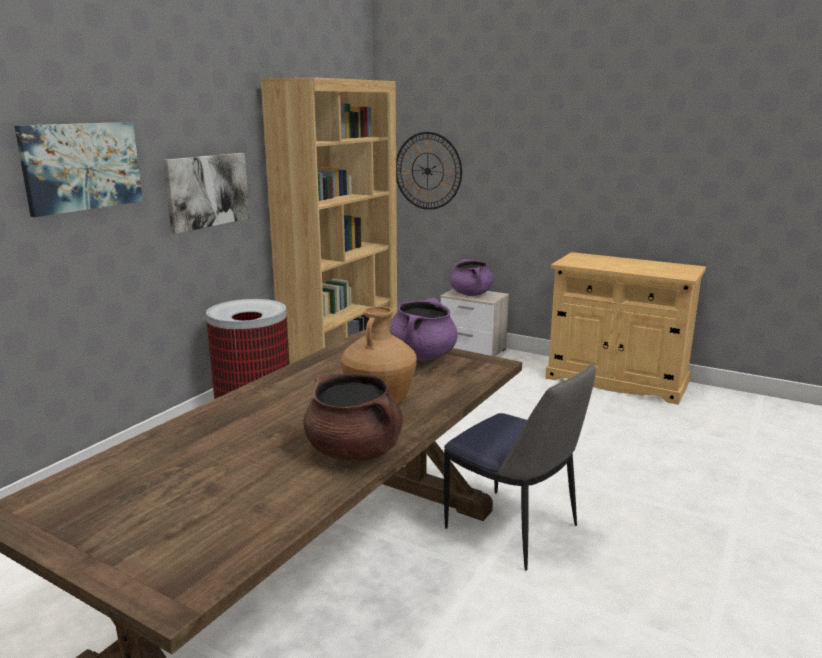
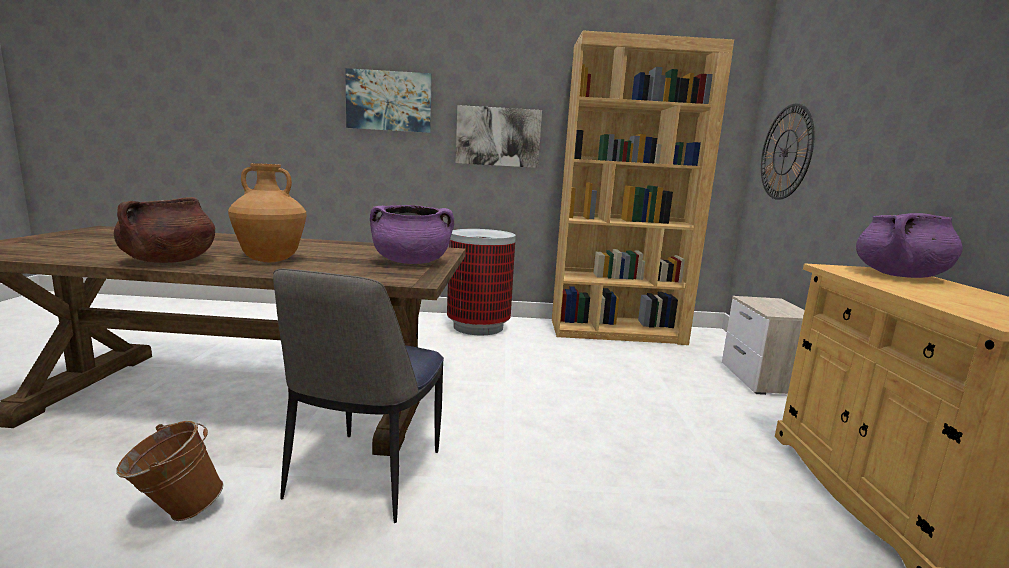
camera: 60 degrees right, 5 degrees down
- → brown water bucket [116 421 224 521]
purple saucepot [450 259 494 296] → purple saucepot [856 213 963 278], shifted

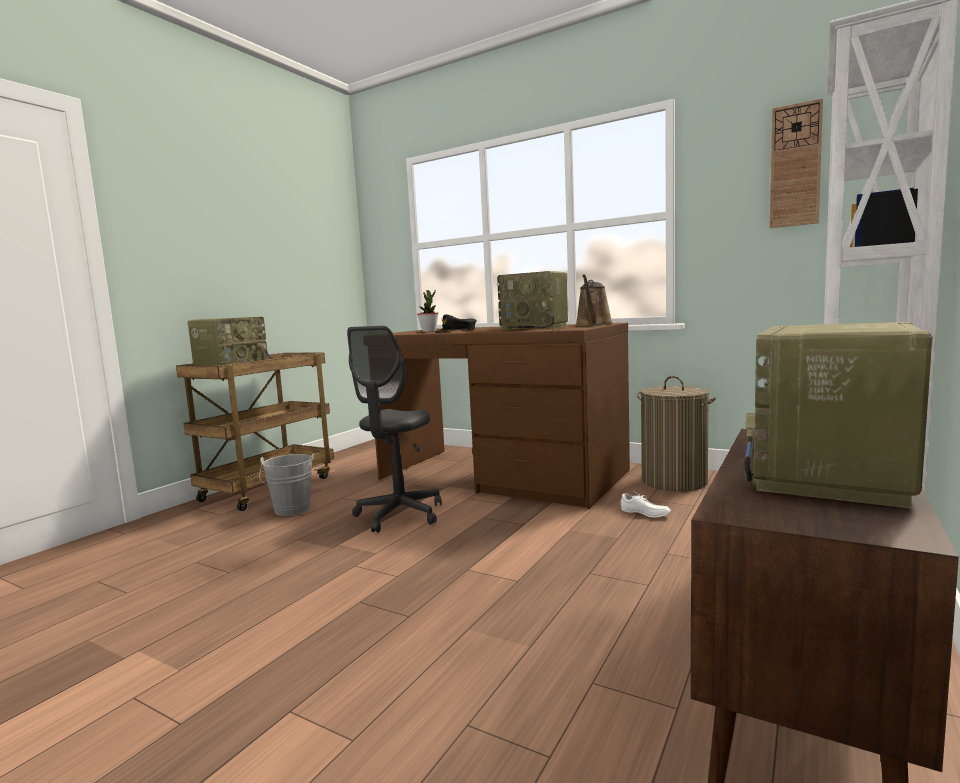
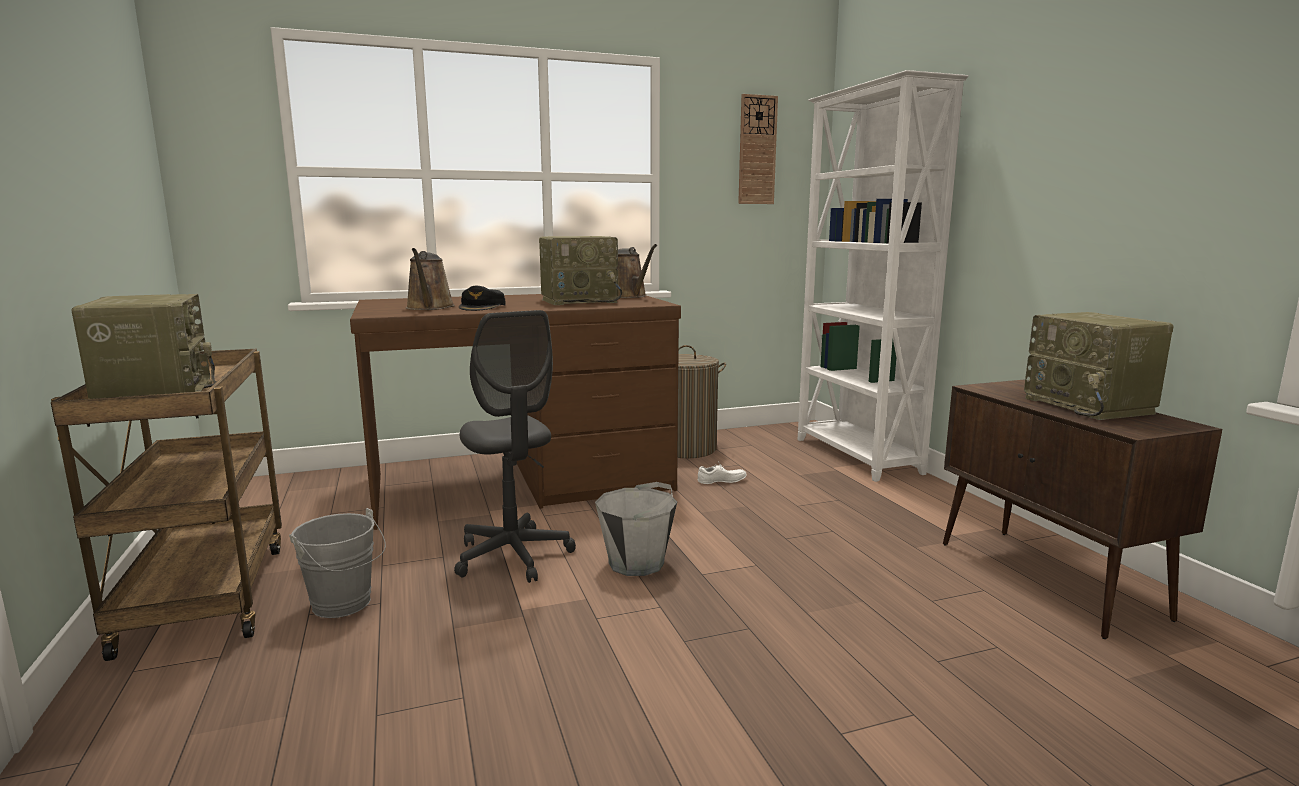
camera: 50 degrees left, 5 degrees up
- → greyish water bucket [595 482 677 576]
houseplant [417 290 438 332] → brown watering can [406 248 455 310]

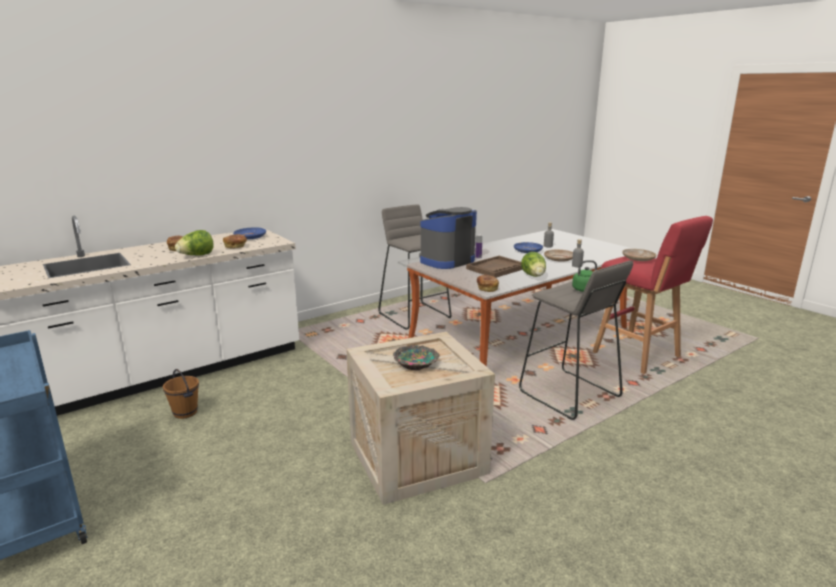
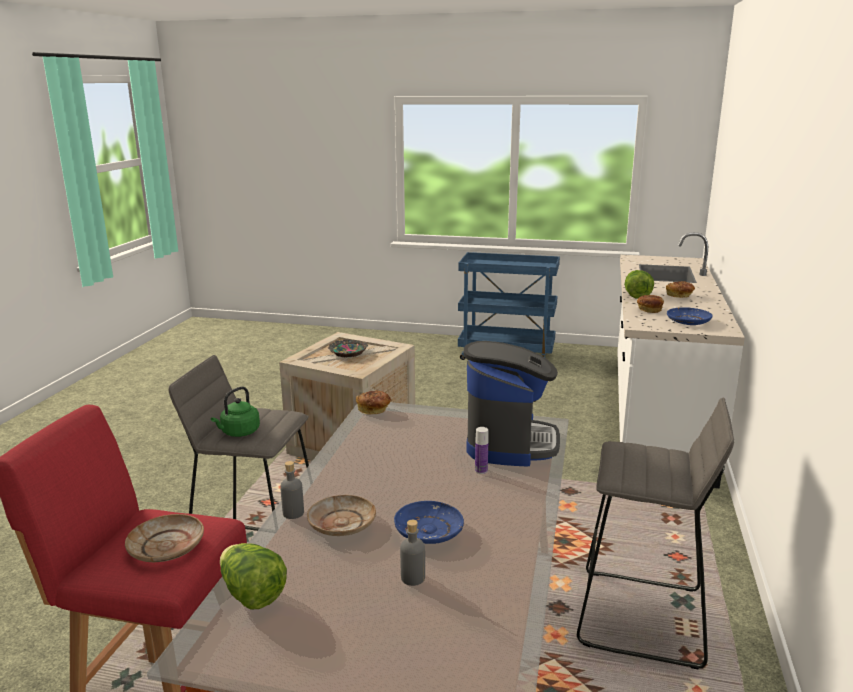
camera: 140 degrees right, 0 degrees up
brown water bucket [163 369 199 419] → -
brown tray [466 256 523 278] → -
head of lettuce [521 252 546 277] → head of lettuce [220 543 287 610], shifted

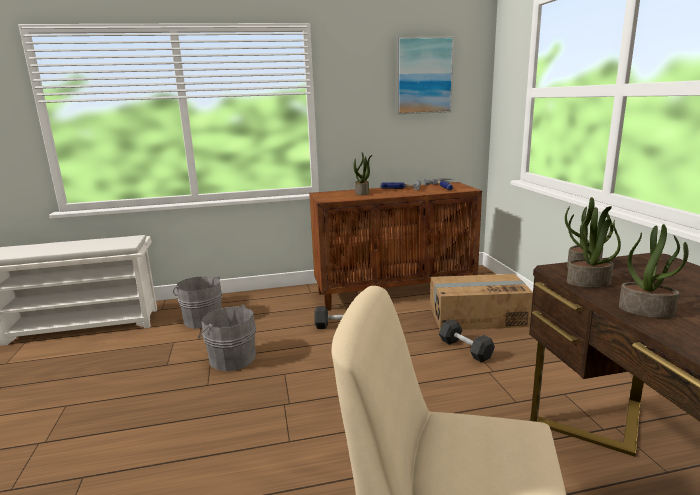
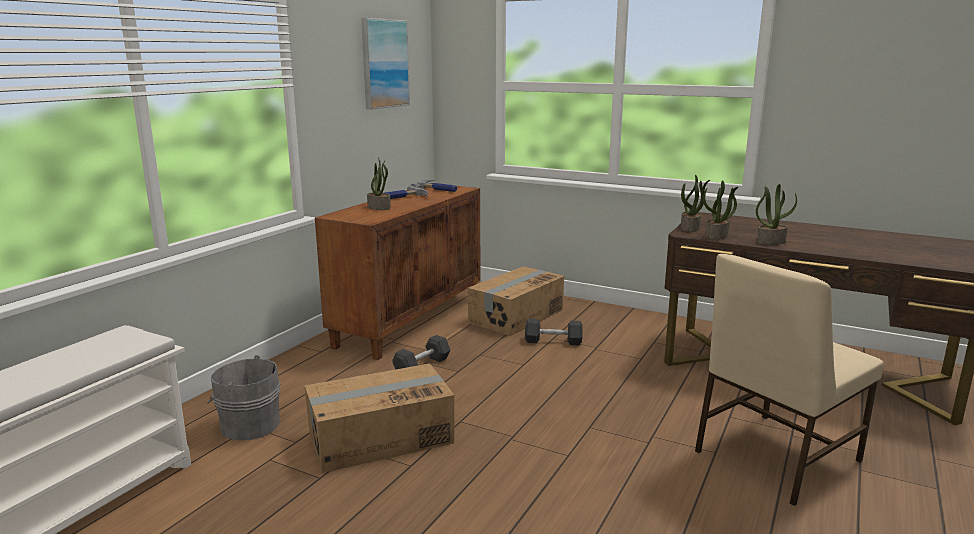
camera: 50 degrees left, 0 degrees up
greyish water bucket [198 304 256 371] → carton [305 364 454 473]

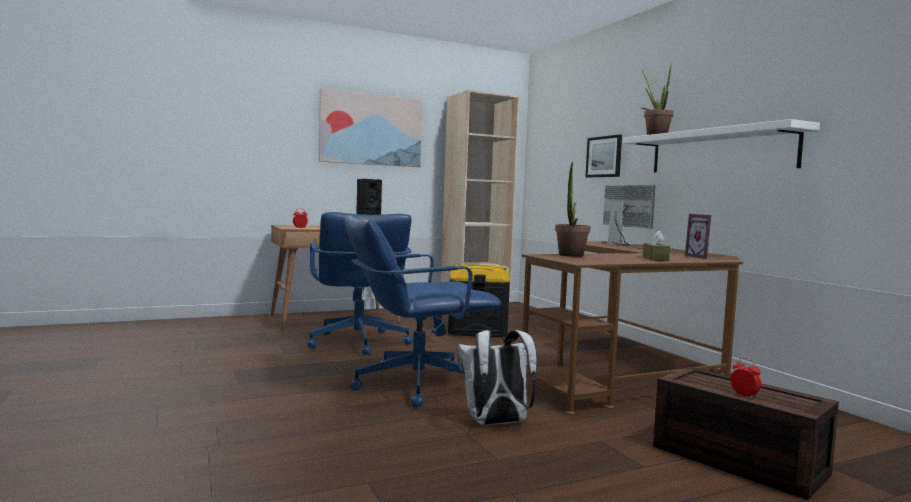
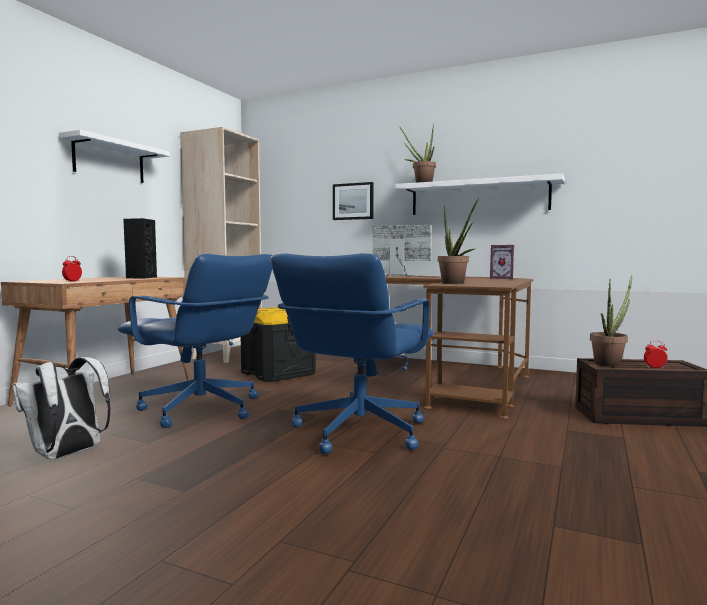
camera: 40 degrees left, 0 degrees up
brown tissue box [642 230 670 261] → -
- → houseplant [590 275 632 366]
white backpack [457 330 537 425] → white backpack [12 357 111 460], shifted
wall picture [319 88 422 167] → white shelf [59 130 170 183]

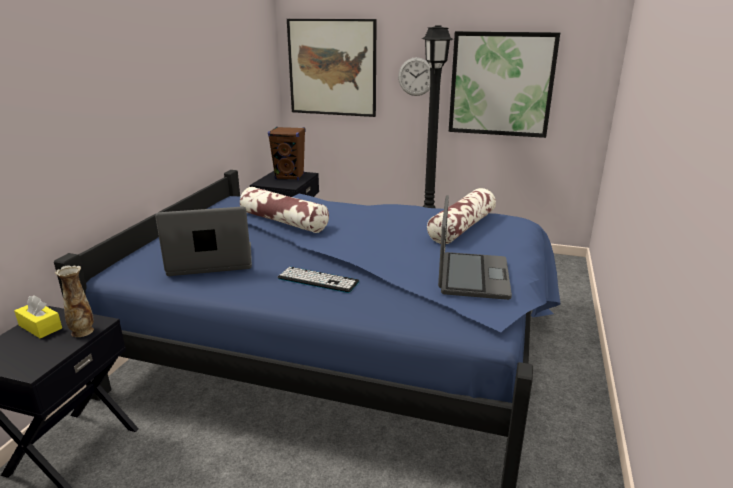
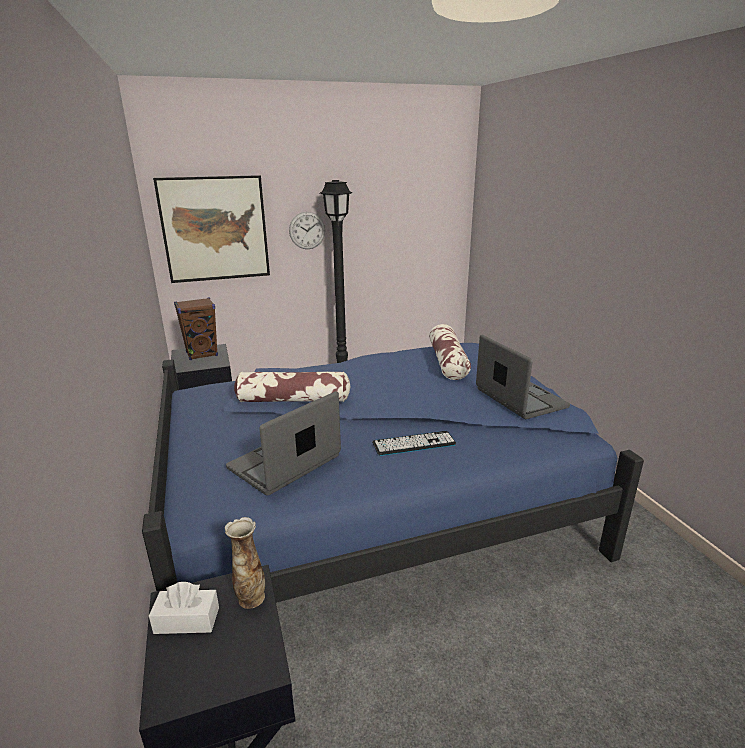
camera: 35 degrees left, 0 degrees up
wall picture [449 31 560 138] → -
yellowish tissue box [14 295 62 338] → white tissue box [149 582 219 634]

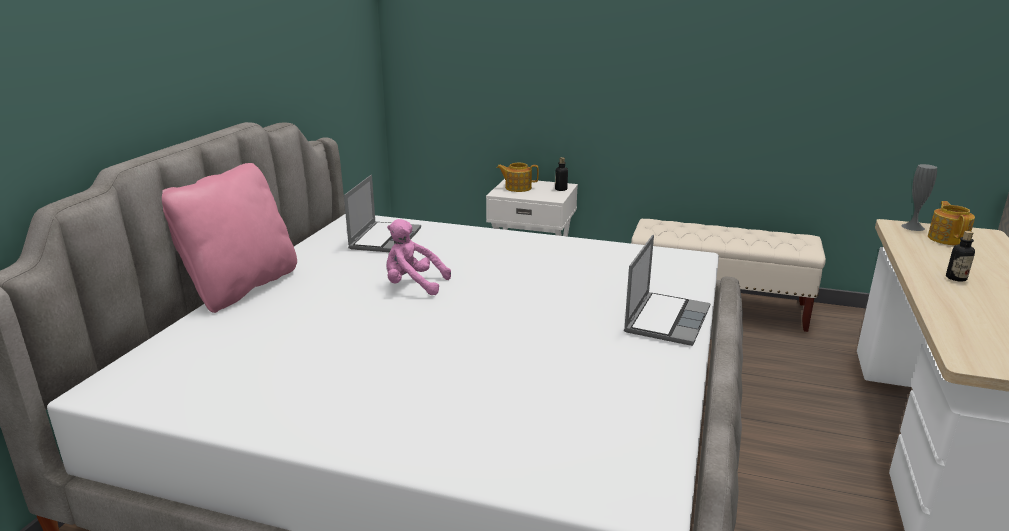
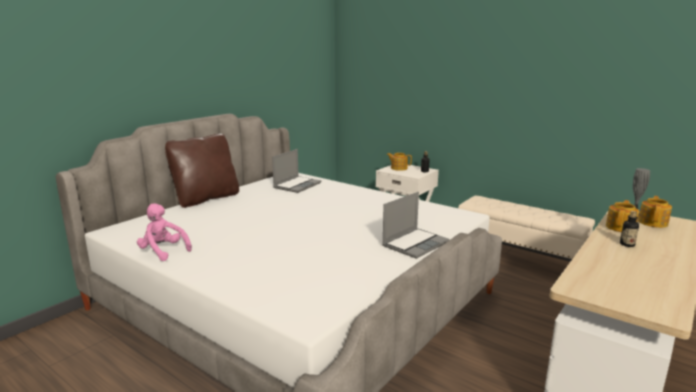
camera: 20 degrees right, 5 degrees down
- → tea pot [606 200 639 232]
pink cuddly toy [386 219 451 295] → pink cuddly toy [137 203 192 261], shifted
pink throw pillow [162 163 297 313] → brown throw pillow [165 134 239 208]

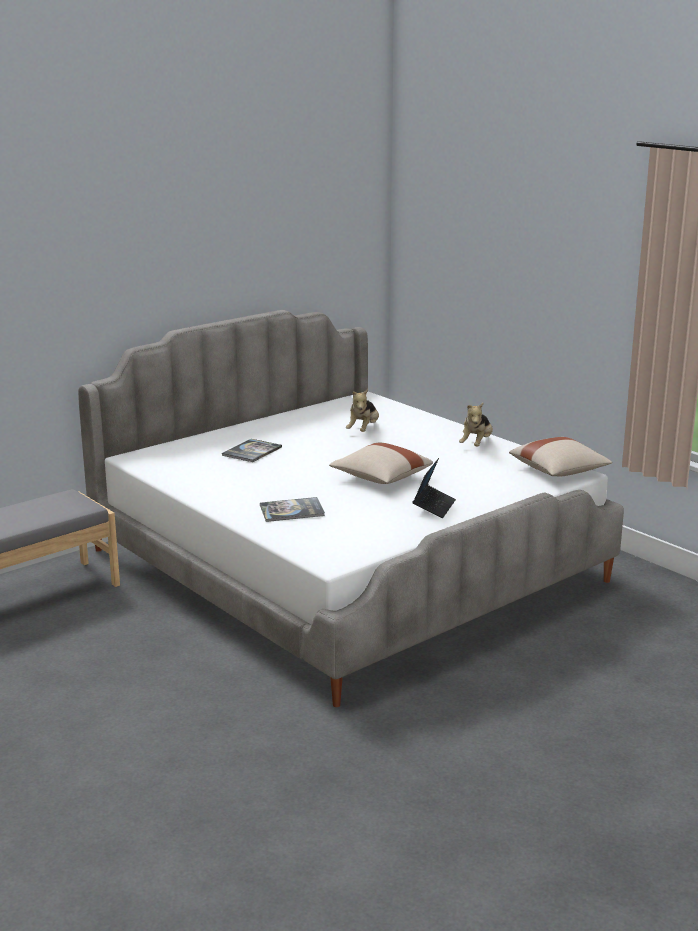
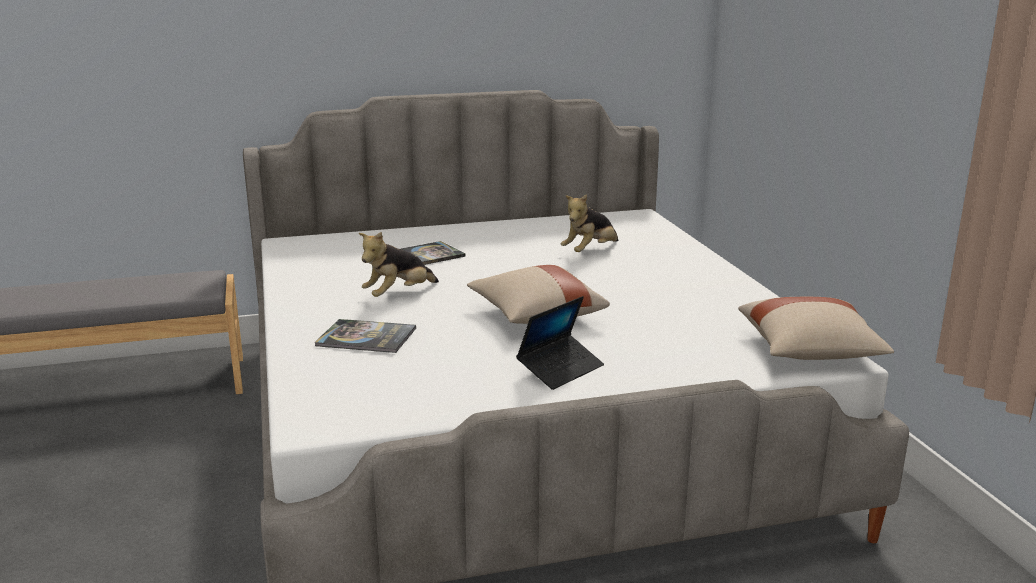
camera: 25 degrees right, 0 degrees up
cuddly toy [459 403 493 447] → cuddly toy [359 232 439 297], shifted

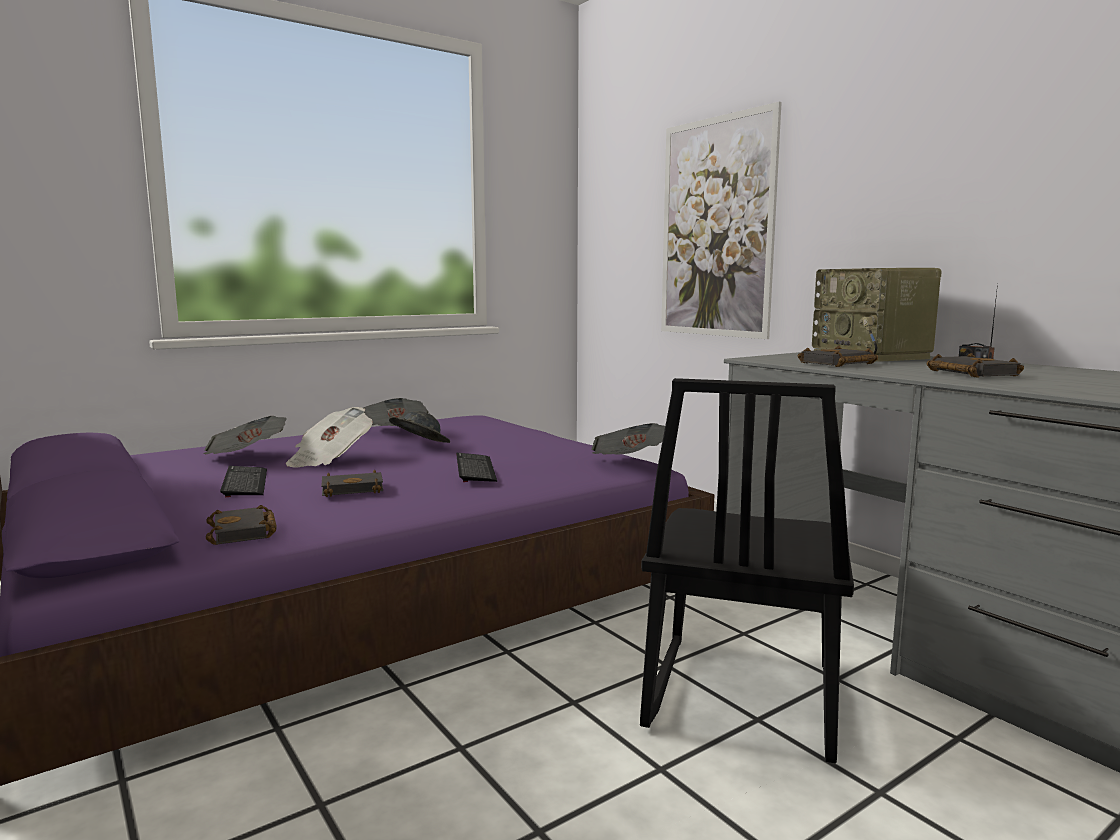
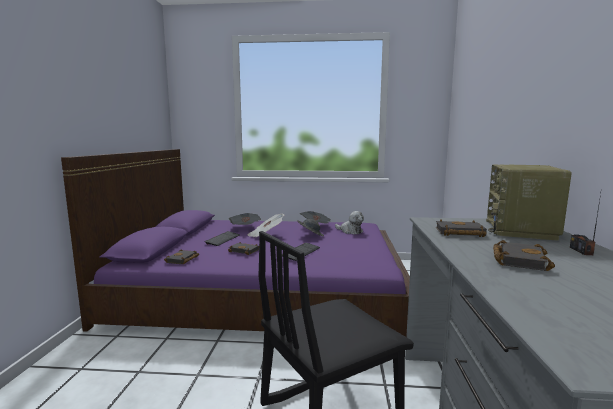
camera: 40 degrees right, 0 degrees up
newspaper [592 423 665 455] → -
wall picture [661 102 782 339] → -
- → cuddly toy [335 211 364 234]

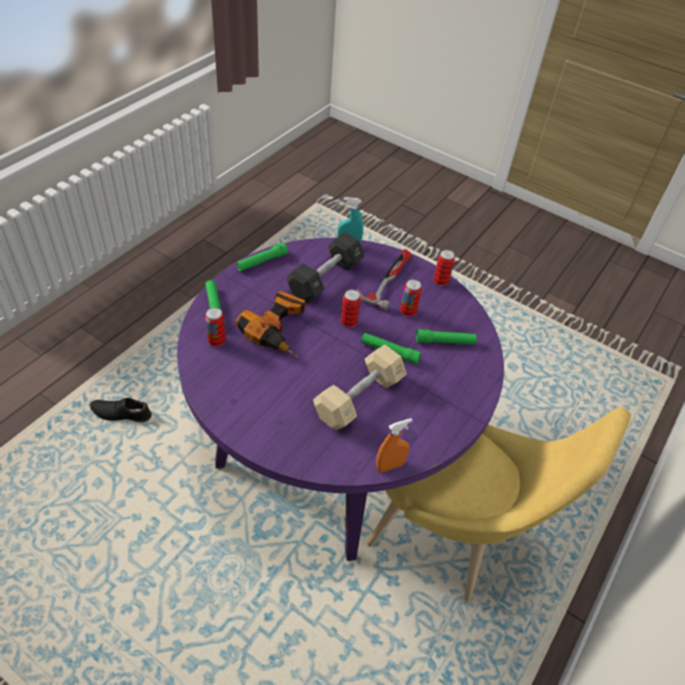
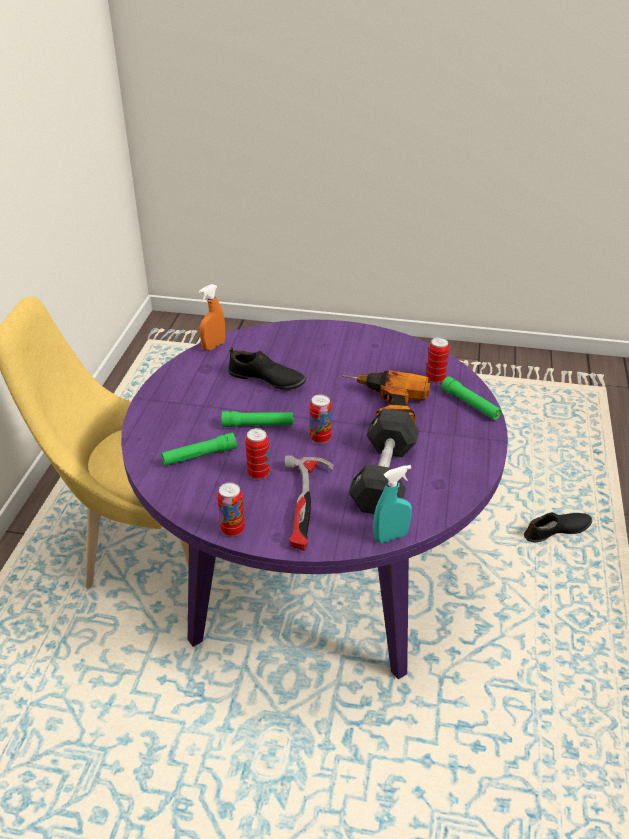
camera: 160 degrees right, 10 degrees down
green-coloured torch [236 243 288 271] → -
beige-coloured hand weight [313 345 407 430] → black-coloured shoe [228 347 306 390]

